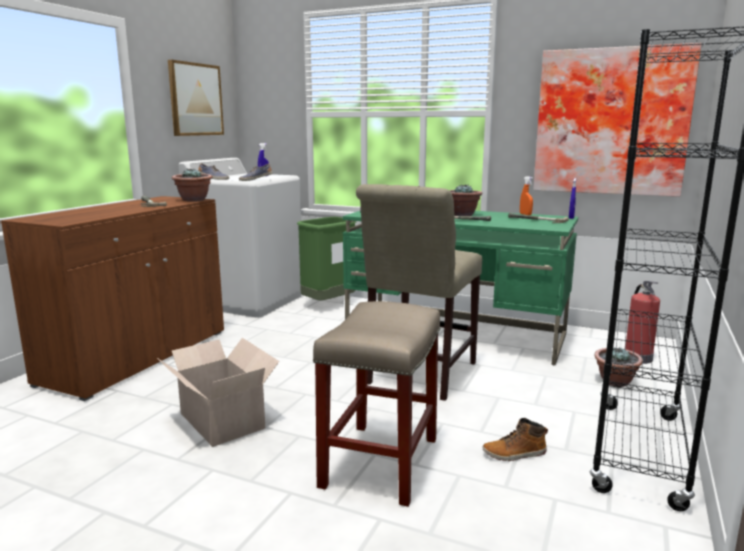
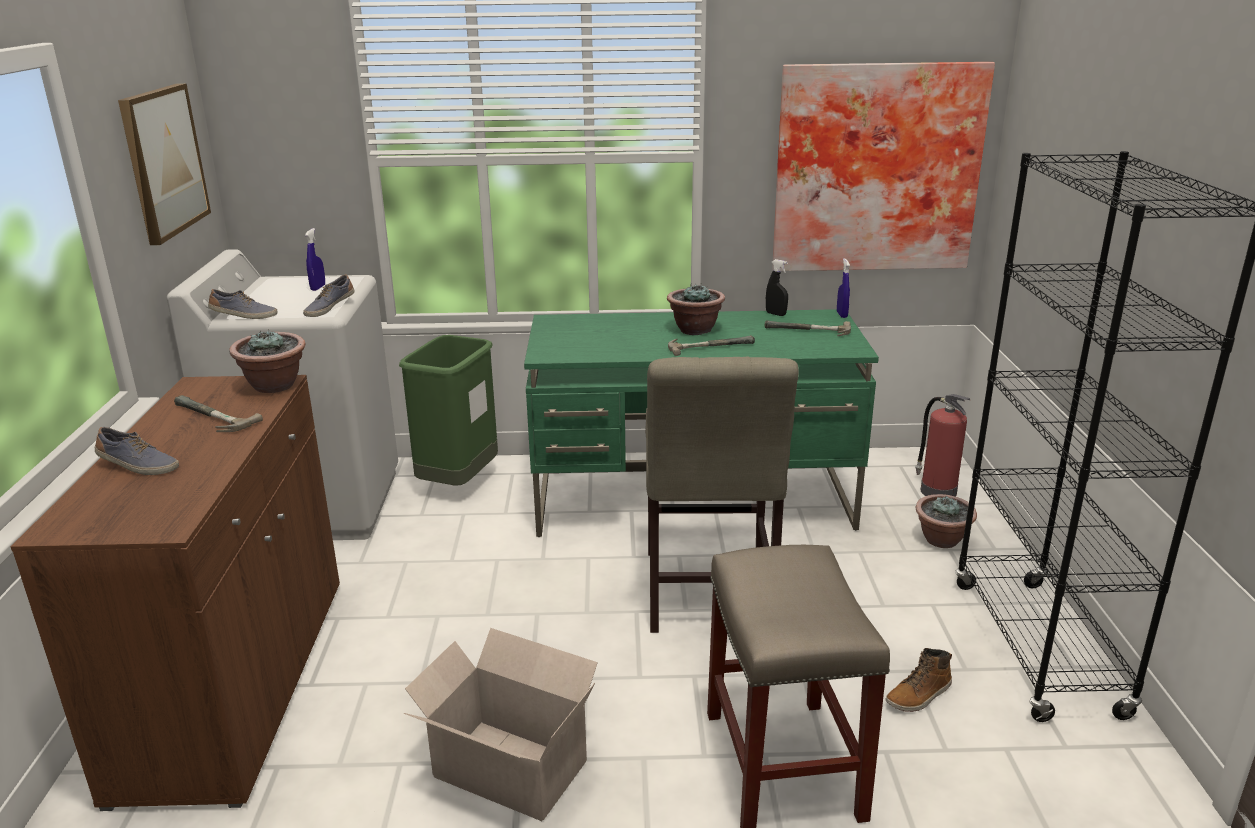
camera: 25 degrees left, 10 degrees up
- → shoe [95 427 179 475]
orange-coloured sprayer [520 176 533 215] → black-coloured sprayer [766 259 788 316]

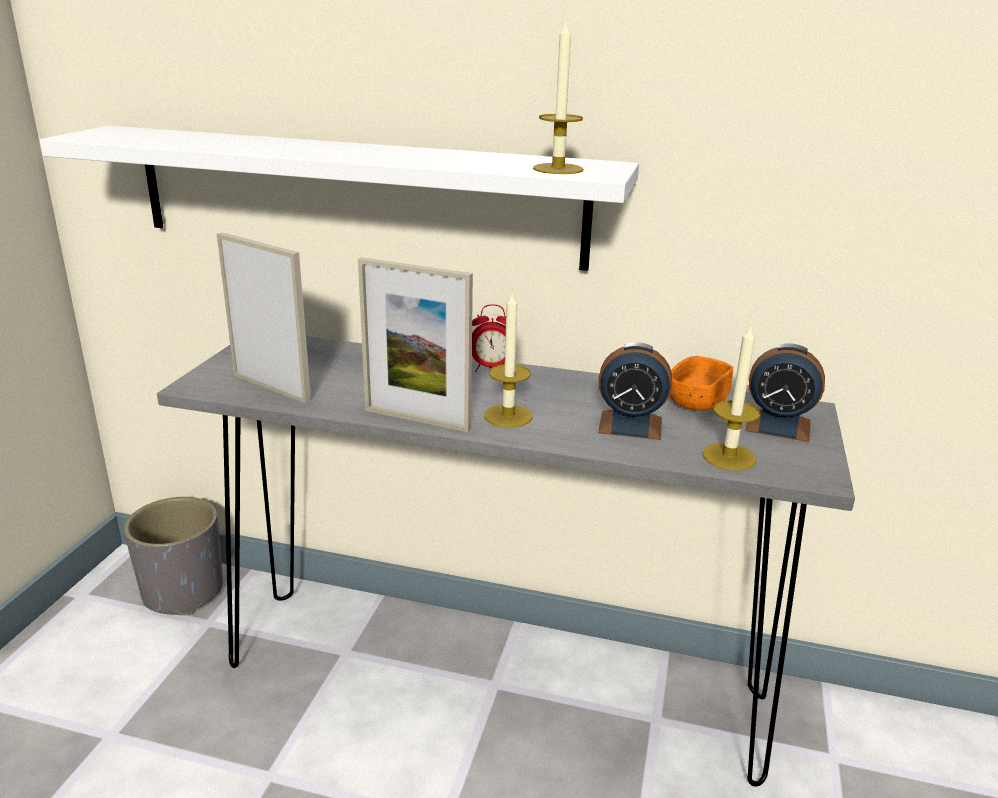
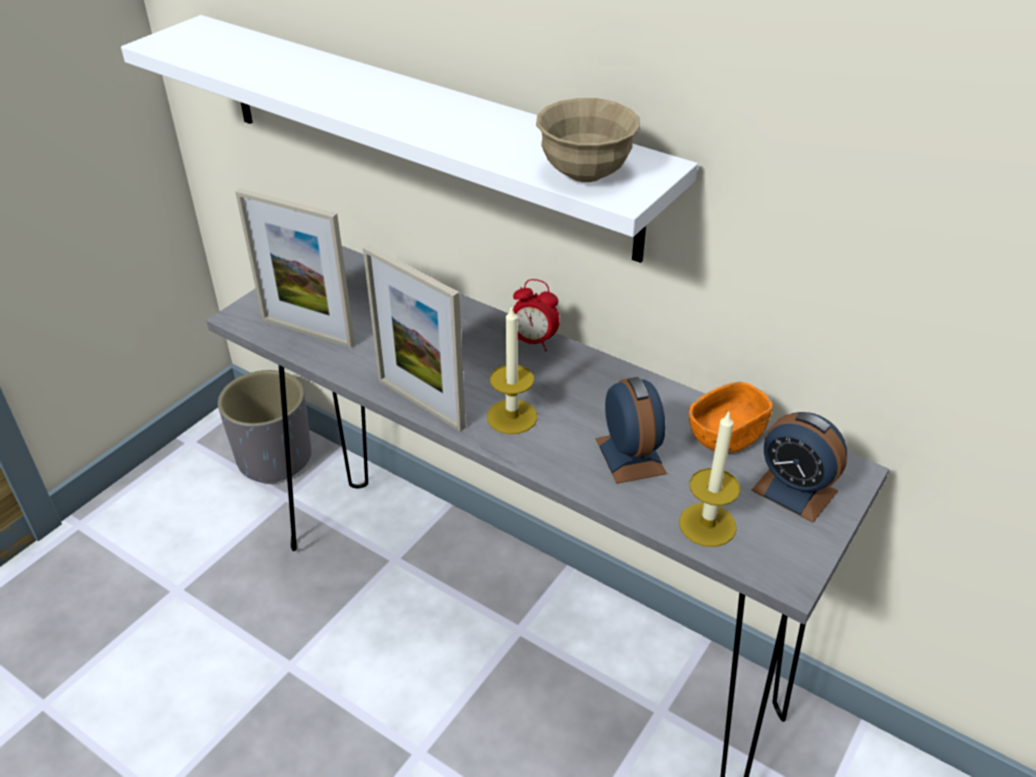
camera: 20 degrees right, 15 degrees up
candle [533 22 583 174] → beige-coloured bowl [536 98 640 182]
photo frame [217 232 311 404] → photo frame [235 188 355 348], 150 degrees clockwise
bedside clock [598 342 672 440] → bedside clock [596 377 667 484], 135 degrees counterclockwise

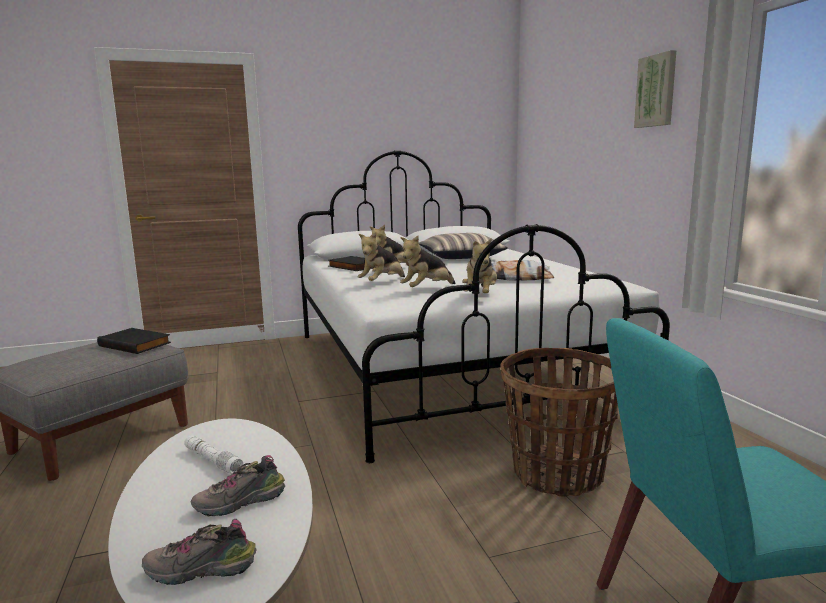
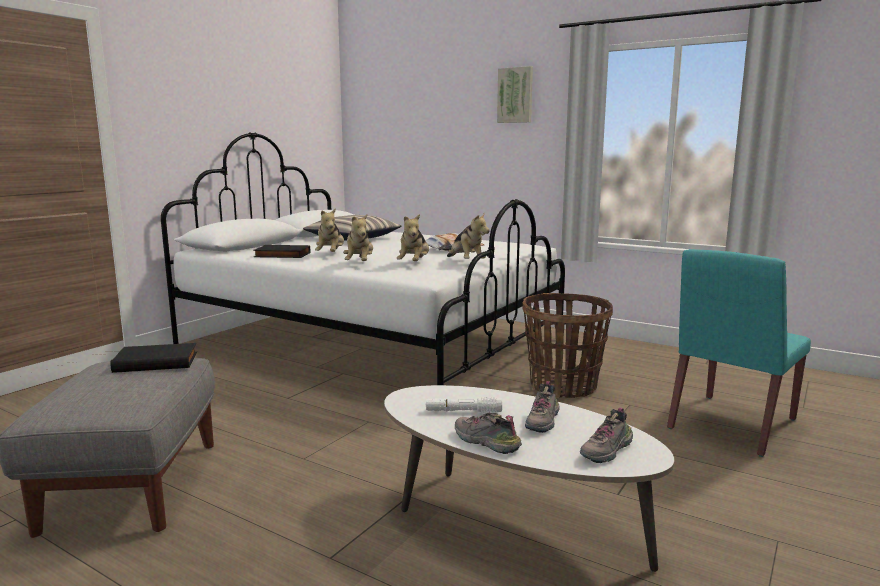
camera: 40 degrees left, 0 degrees up
- → shoe [455 412 522 454]

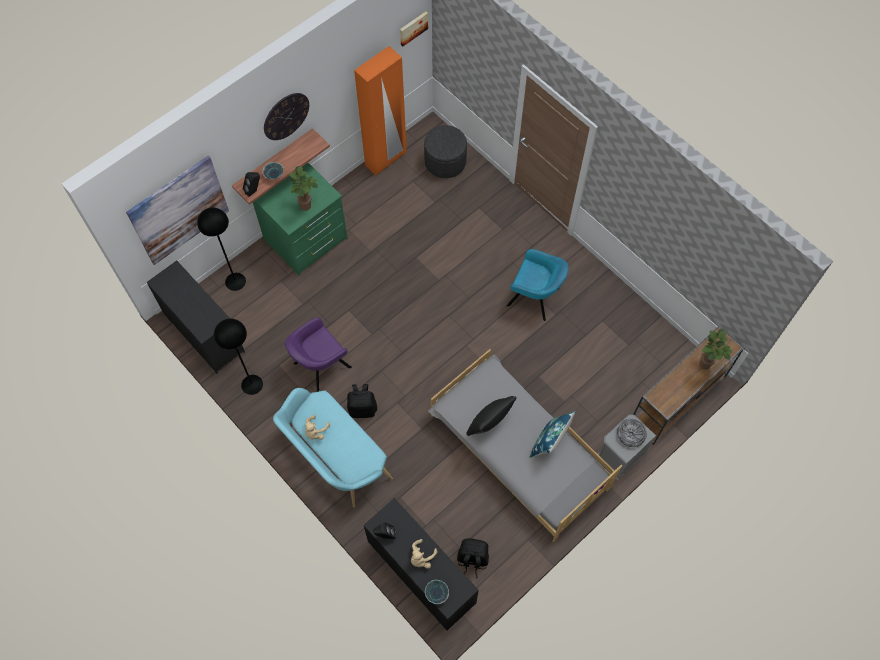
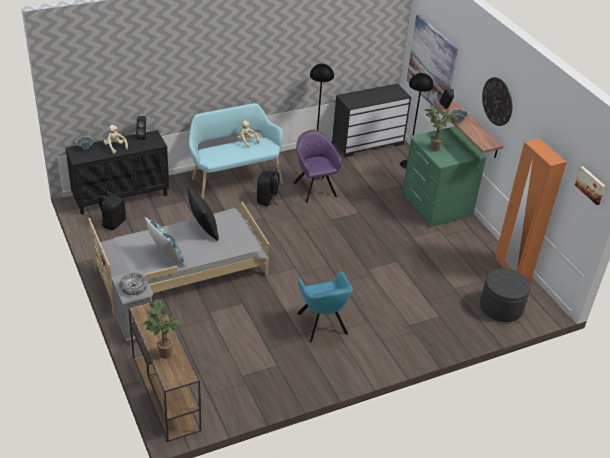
camera: 105 degrees right, 25 degrees down
blue-green armchair [507 249 569 321] → blue-green armchair [297 272 353 342], 60 degrees counterclockwise

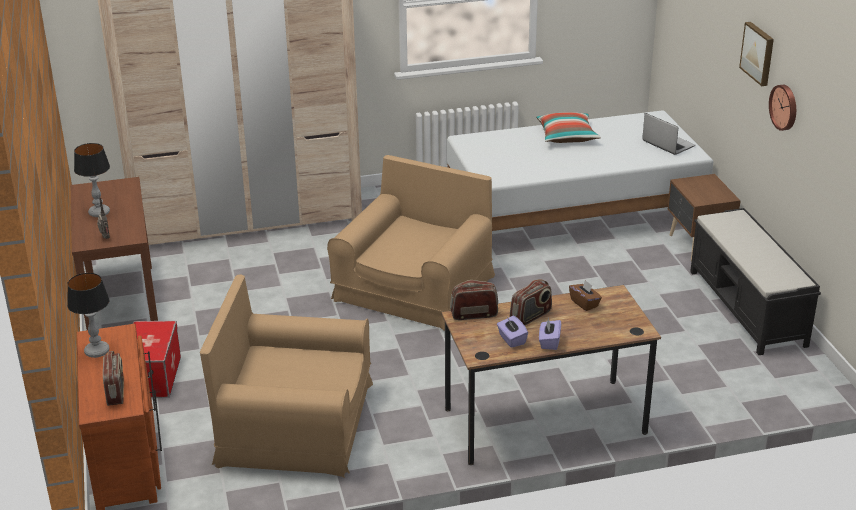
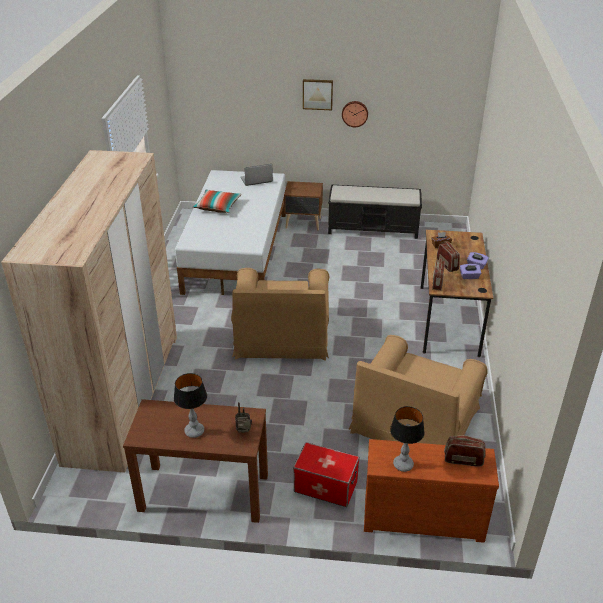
camera: 70 degrees left, 5 degrees up
brown armchair [327 155 495 331] → brown armchair [231 268 329 361], 135 degrees counterclockwise

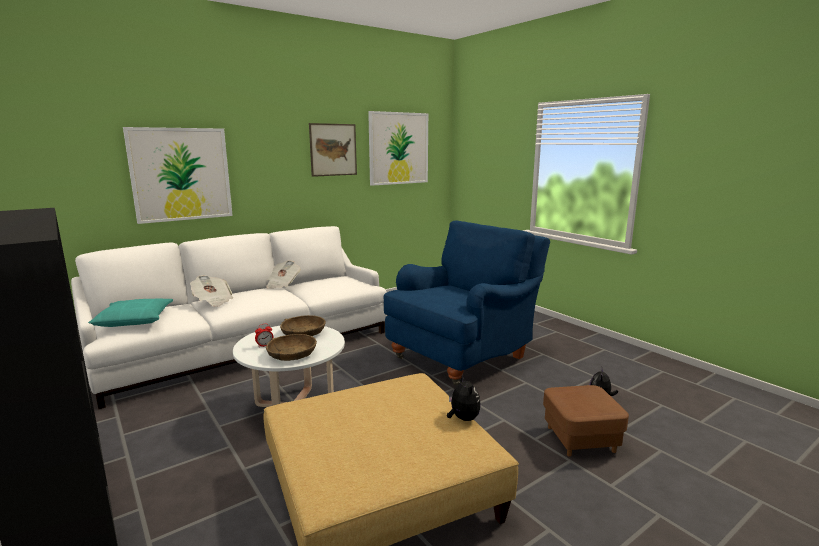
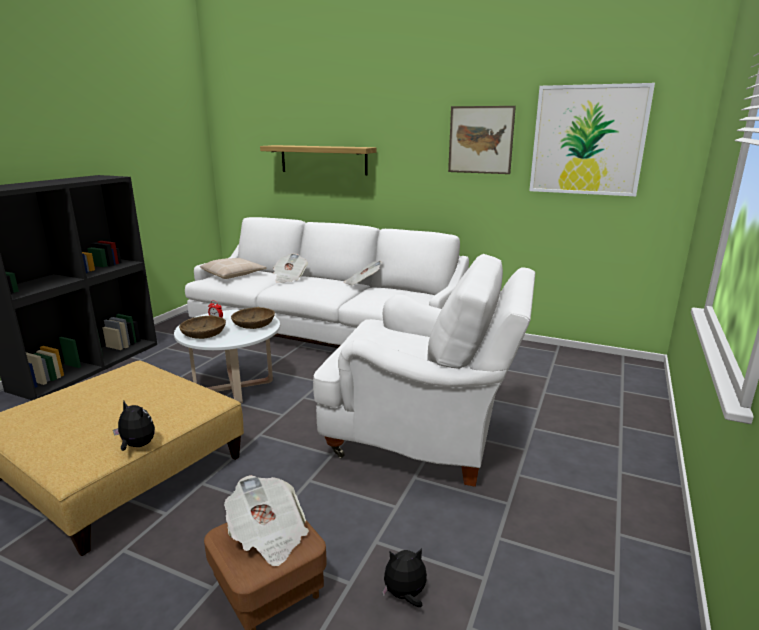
camera: 60 degrees right, 5 degrees up
- → newspaper [224 475 309 566]
wall picture [123 127 233 224] → shelf [260 145 377 175]
blue-green throw pillow [88 298 173 327] → beige-coloured throw pillow [200 258 267 279]
blue armchair [384 221 550 385] → white armchair [313 254 535 487]
cuddly toy [447 374 481 421] → cuddly toy [113 401 155 451], 105 degrees counterclockwise

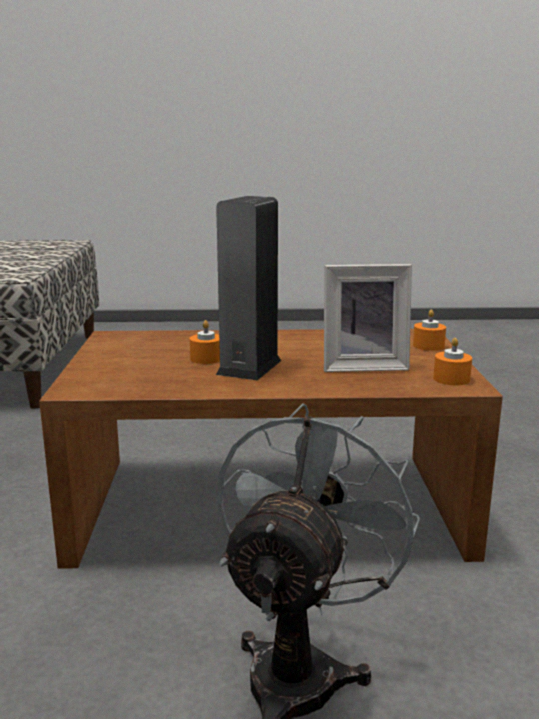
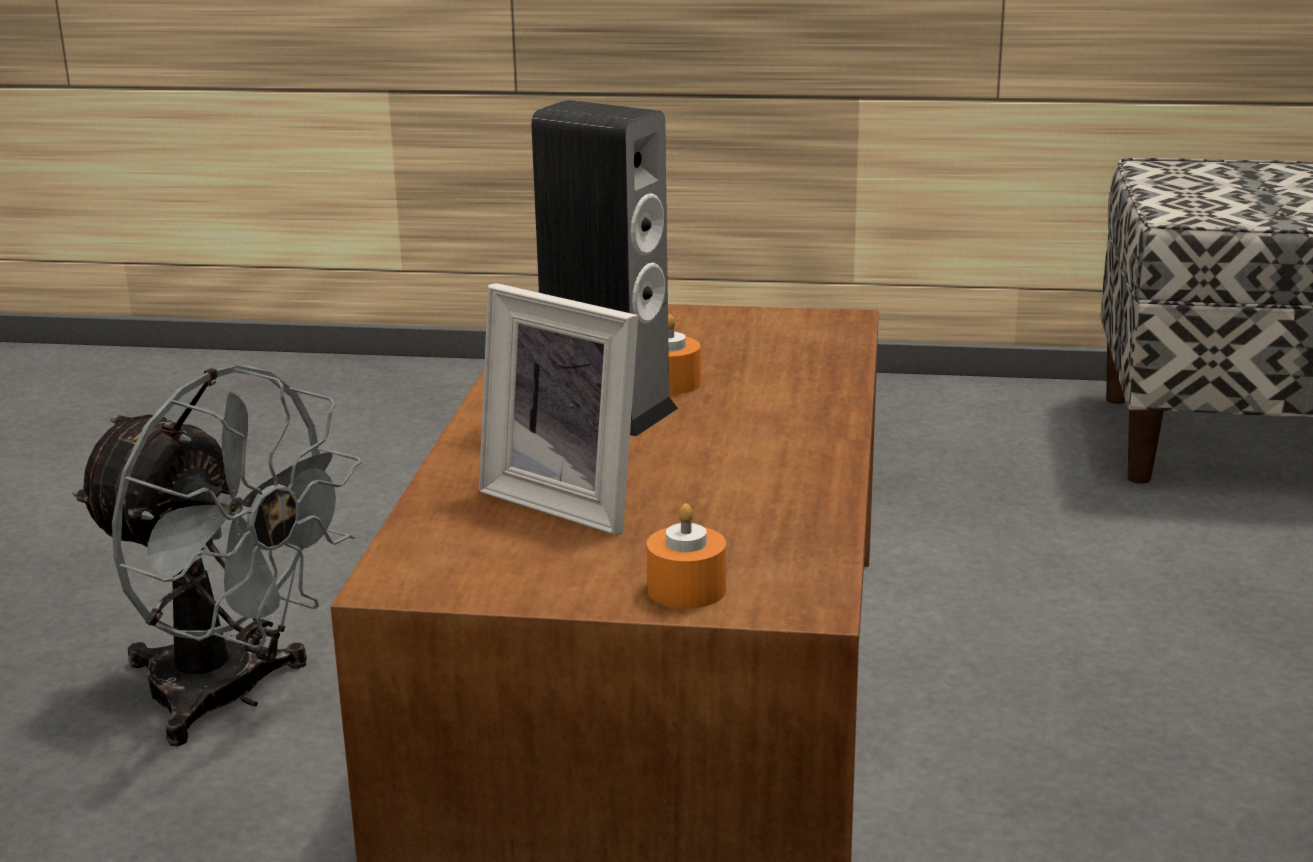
camera: 100 degrees right, 5 degrees up
orange-coloured candle [433 338 472 385] → -
photo frame [324 264 412 372] → photo frame [479 283 638 535], 60 degrees counterclockwise

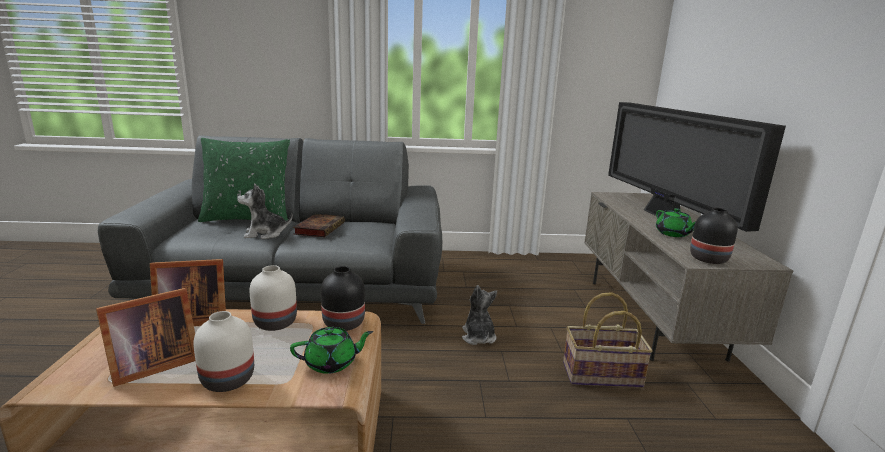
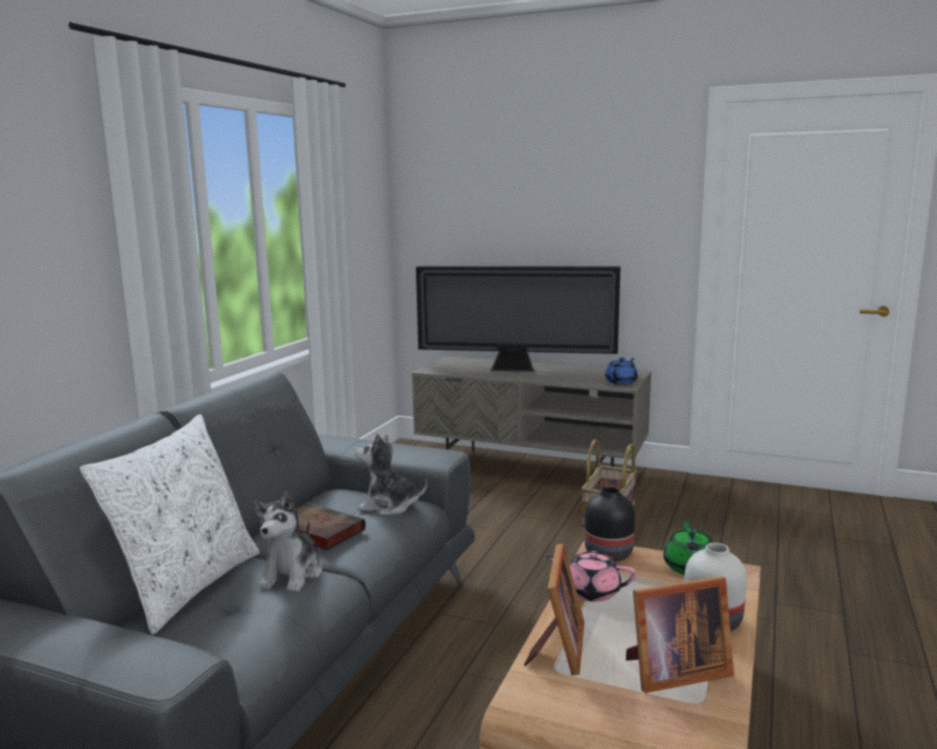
camera: 65 degrees left, 5 degrees down
green-coloured tea pot [656 208 696 237] → -
cuddly toy [462 285 497 345] → cuddly toy [355 433 427 515], shifted
white decorative vase [249 265 297 331] → pink tea pot [546 551 636 602]
black-coloured decorative vase [690 208 738 264] → blue tea pot [605 357 638 385]
green-coloured throw pillow [198 138 290 222] → white throw pillow [80 414 260 634]
photo frame [96 288 195 387] → photo frame [626 576 734 693], 90 degrees clockwise

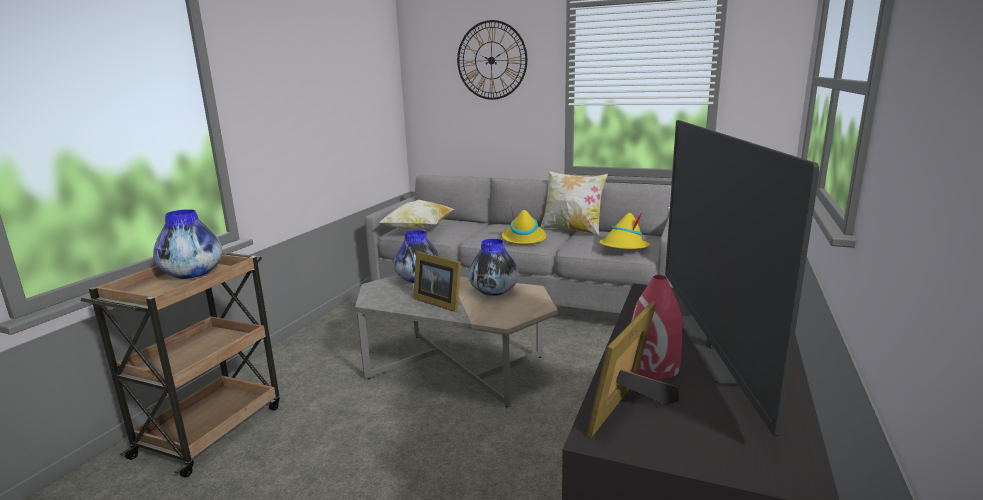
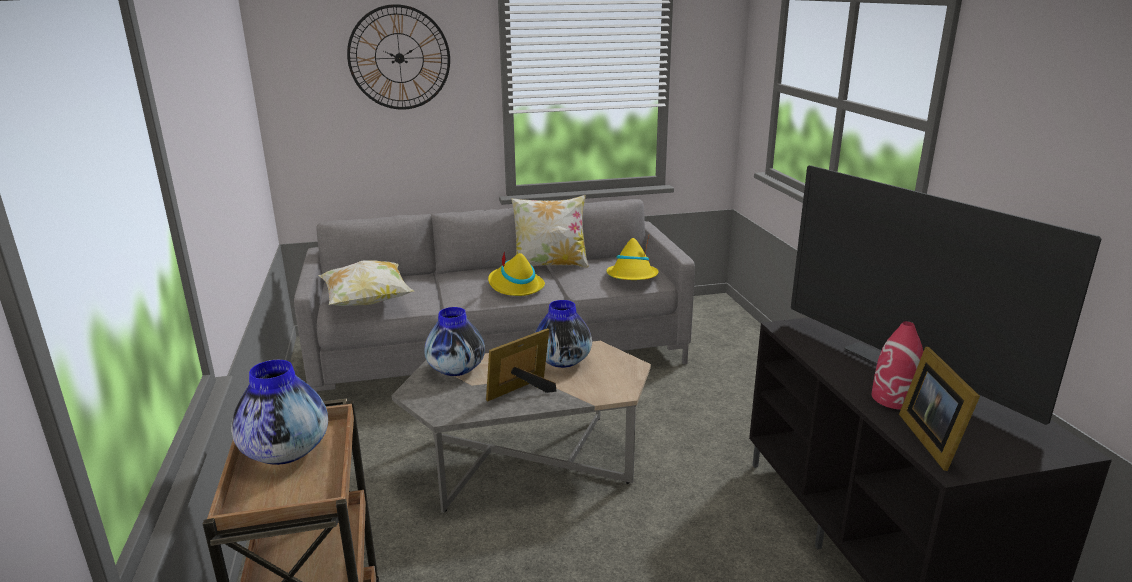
camera: 35 degrees left, 5 degrees up
photo frame [413 251 461 312] → photo frame [486 328 556 402], 135 degrees clockwise

